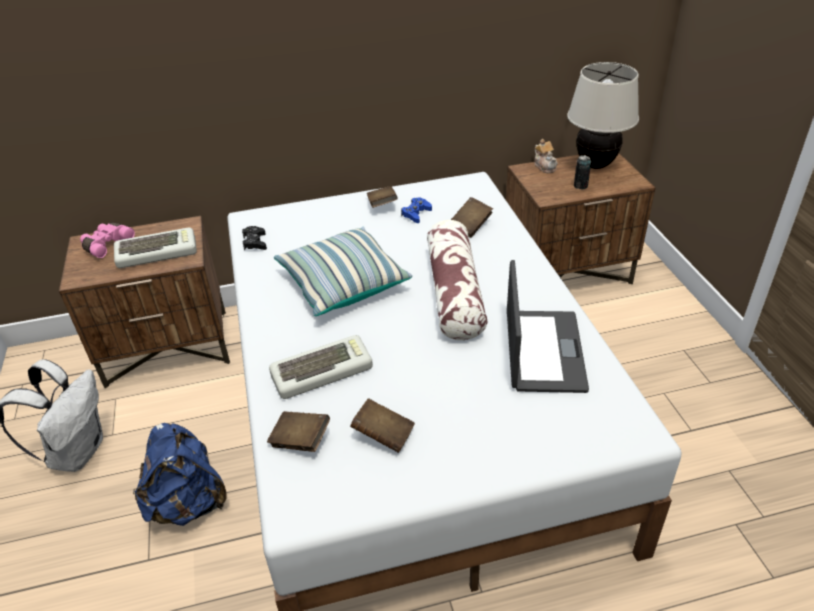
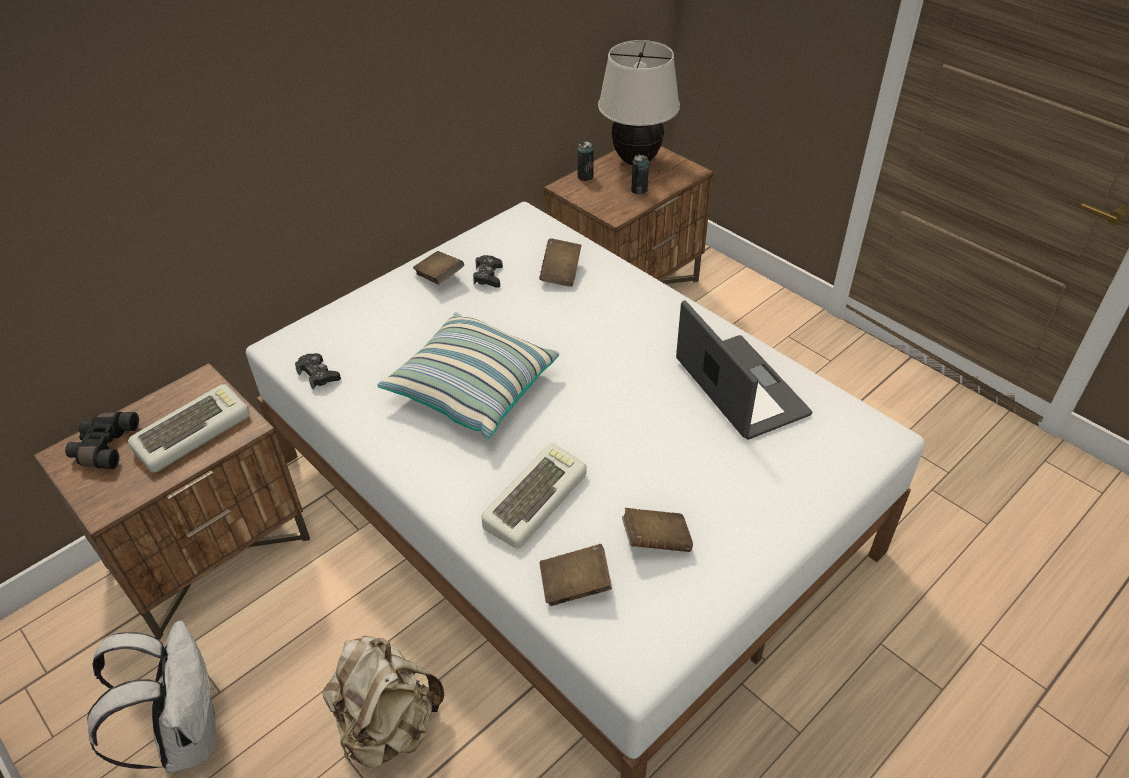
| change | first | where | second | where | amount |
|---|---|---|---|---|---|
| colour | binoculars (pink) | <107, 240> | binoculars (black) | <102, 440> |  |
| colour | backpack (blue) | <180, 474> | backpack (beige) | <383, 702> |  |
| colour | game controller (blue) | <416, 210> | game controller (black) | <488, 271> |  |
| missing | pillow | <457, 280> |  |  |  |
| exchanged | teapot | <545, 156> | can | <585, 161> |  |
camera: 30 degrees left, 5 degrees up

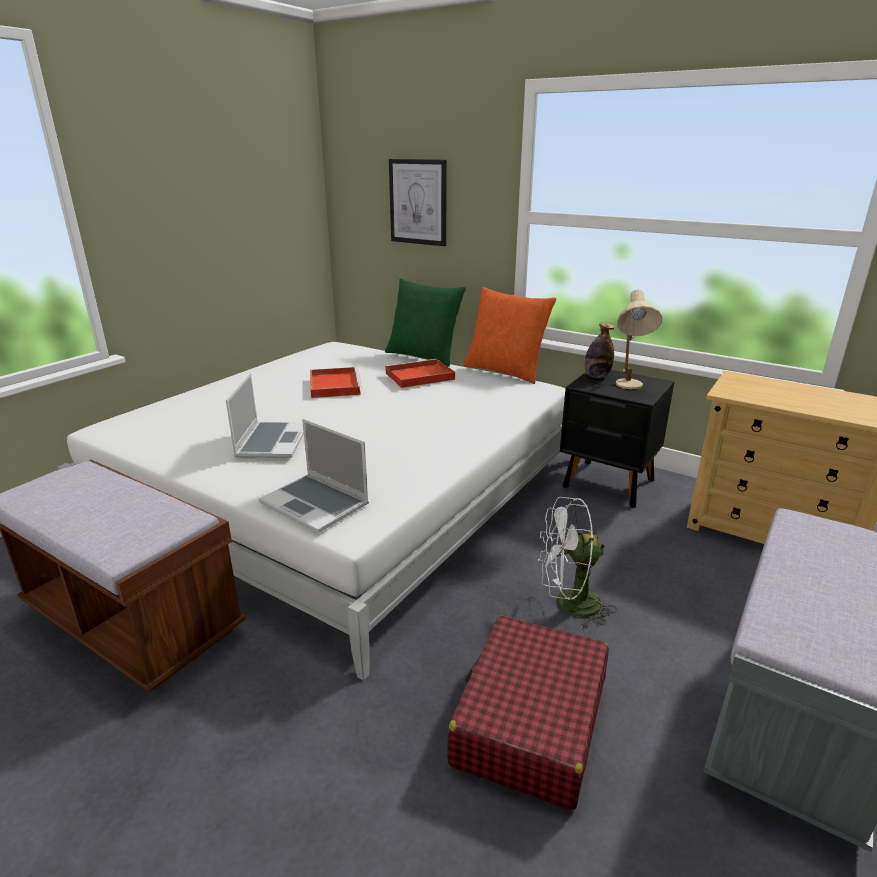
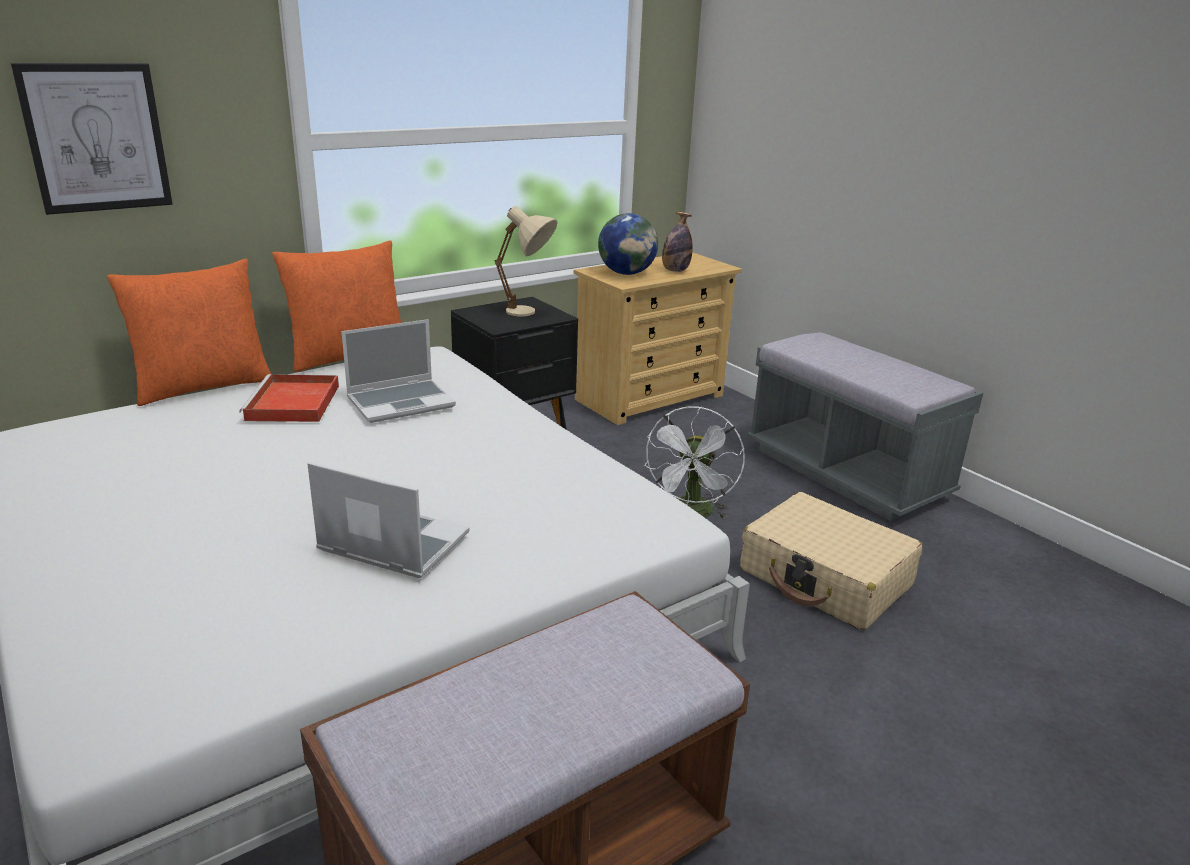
| change | first | where | second | where | amount |
|---|---|---|---|---|---|
| relocated | laptop | <314, 476> |  | <398, 371> |  |
| missing | tray (red) | <336, 382> |  |  |  |
| colour | pillow (green) | <425, 323> | pillow (orange) | <189, 332> |  |
| colour | suitcase (red) | <528, 712> | suitcase (beige) | <831, 561> |  |
| relocated | bottle | <600, 350> |  | <677, 242> |  |
| appeared |  |  | globe | <628, 244> |  |
camera: 70 degrees left, 0 degrees up

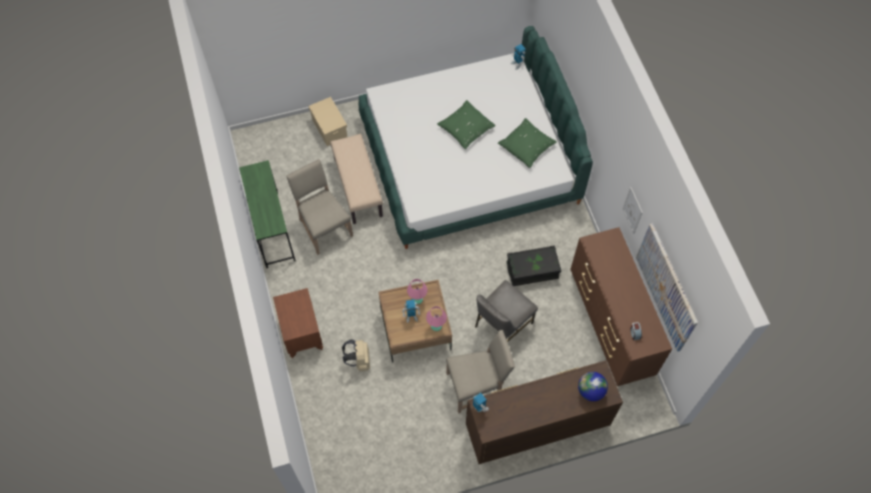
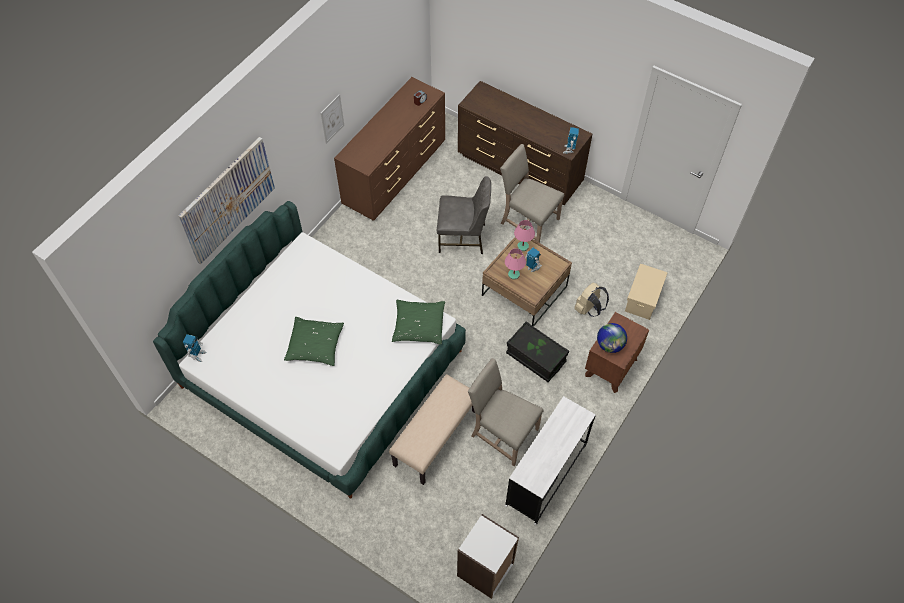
| change | first | where | second | where | amount |
|---|---|---|---|---|---|
| colour | desk (green) | <267, 214> | desk (white) | <550, 461> |  |
| spun | chair (beige) | <319, 207> |  | <506, 412> | 105 degrees clockwise |
| relocated | storage box (beige) | <327, 121> |  | <646, 292> |  |
| relocated | pillow (green) | <527, 143> |  | <418, 322> |  |
| relocated | storage box (black) | <534, 265> |  | <537, 351> |  |
| relocated | globe | <593, 386> |  | <612, 338> |  |
| relocated | picture | <667, 287> |  | <226, 200> |  |
| appeared |  |  | bookcase (white) | <488, 556> |  |
camera: 130 degrees left, 5 degrees down

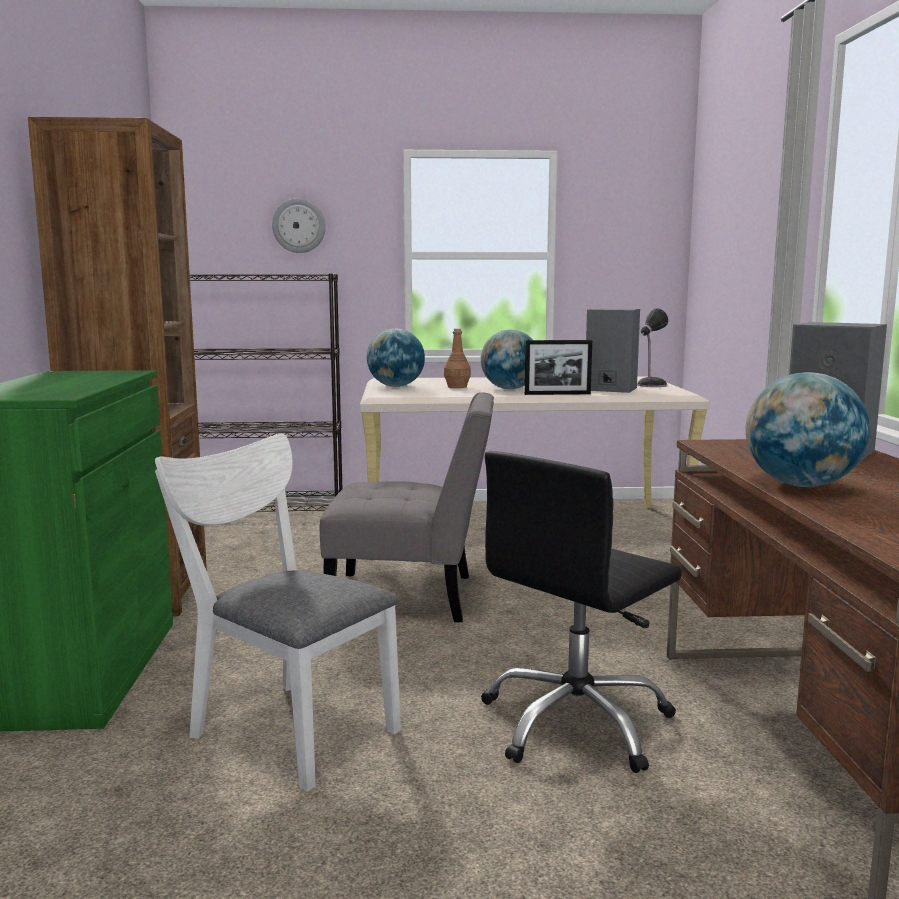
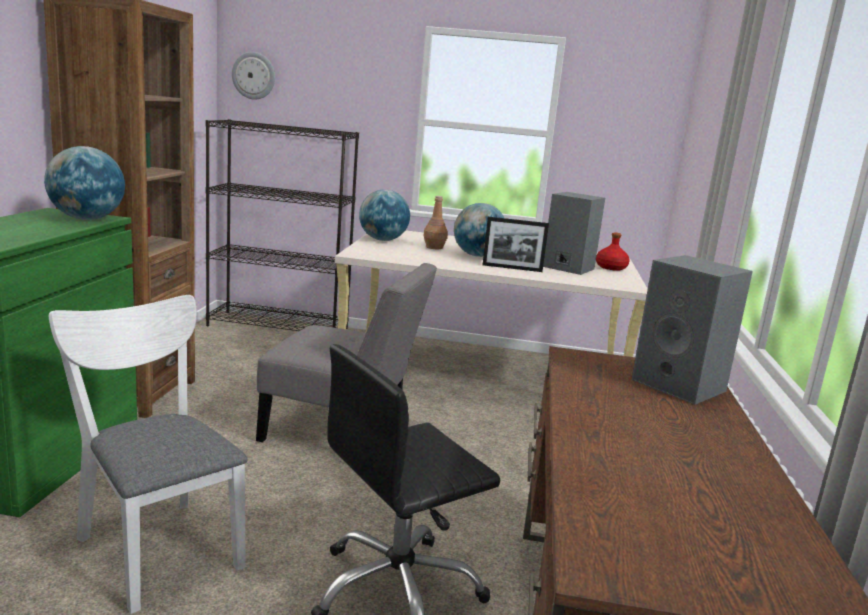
| change | first | where | second | where | amount |
|---|---|---|---|---|---|
| relocated | wall clock | <299, 225> |  | <253, 76> |  |
| exchanged | table lamp | <652, 347> | bottle (red) | <613, 251> |  |
| relocated | globe | <808, 429> |  | <84, 183> |  |
camera: 10 degrees right, 5 degrees up

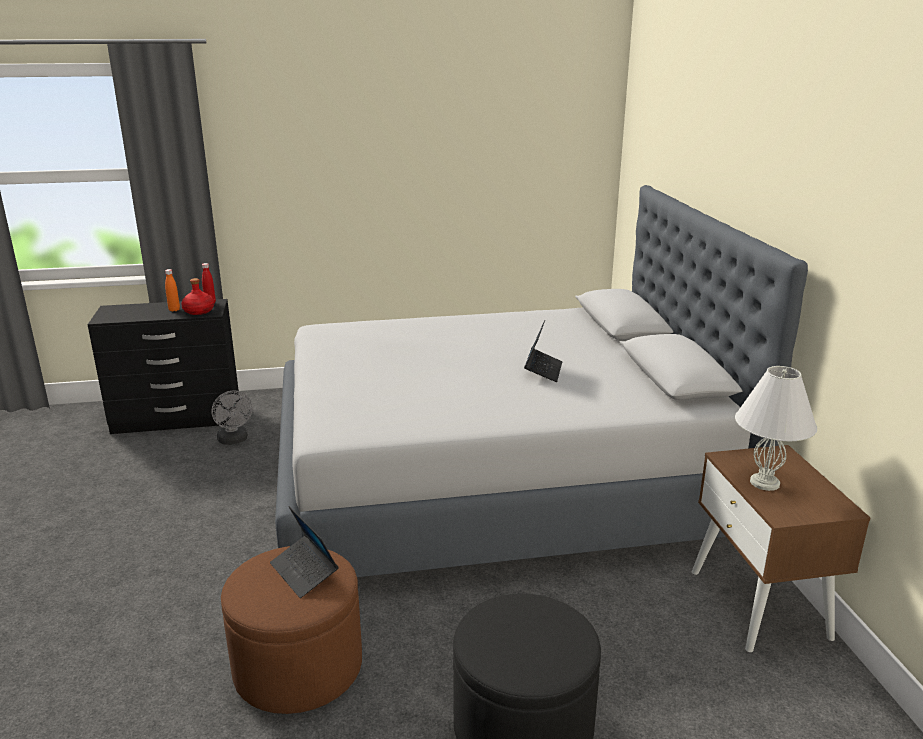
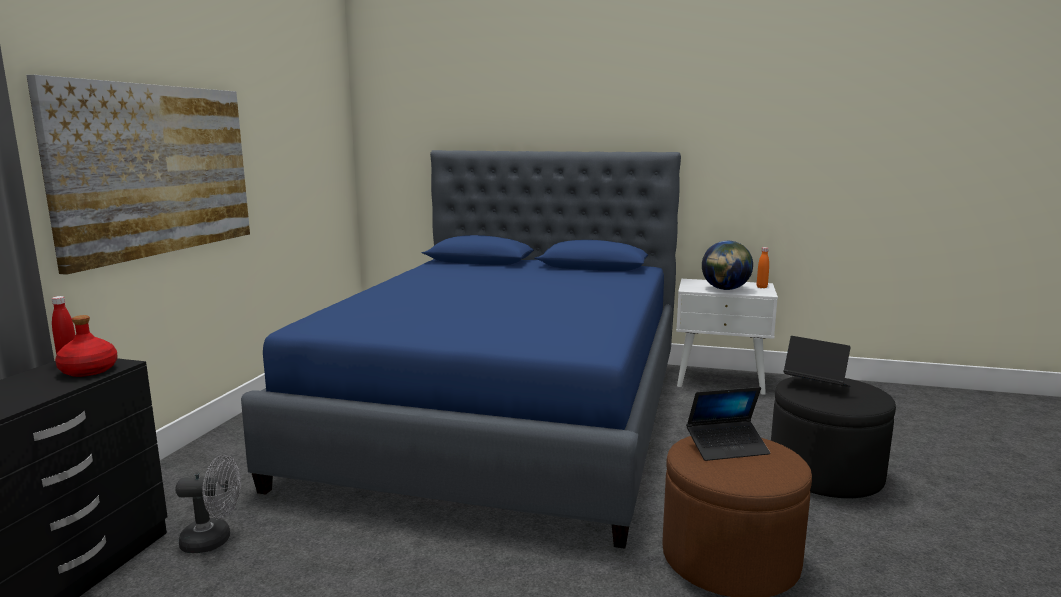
| change | first | where | second | where | amount |
|---|---|---|---|---|---|
| relocated | bottle (orange) | <172, 290> |  | <763, 267> |  |
| colour | bed (grey) | <541, 381> | bed (blue) | <461, 349> |  |
| relocated | laptop | <543, 351> |  | <817, 361> |  |
| colour | nightstand (brown) | <781, 548> | nightstand (white) | <727, 337> |  |
| exchanged | table lamp (white) | <776, 428> | globe | <727, 265> |  |
| appeared |  |  | picture | <138, 175> |  |
camera: 65 degrees left, 10 degrees down

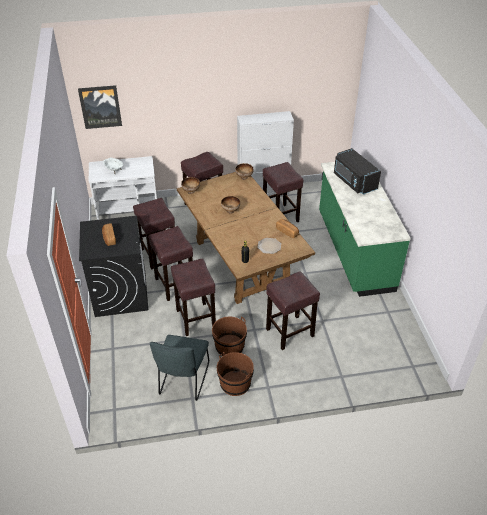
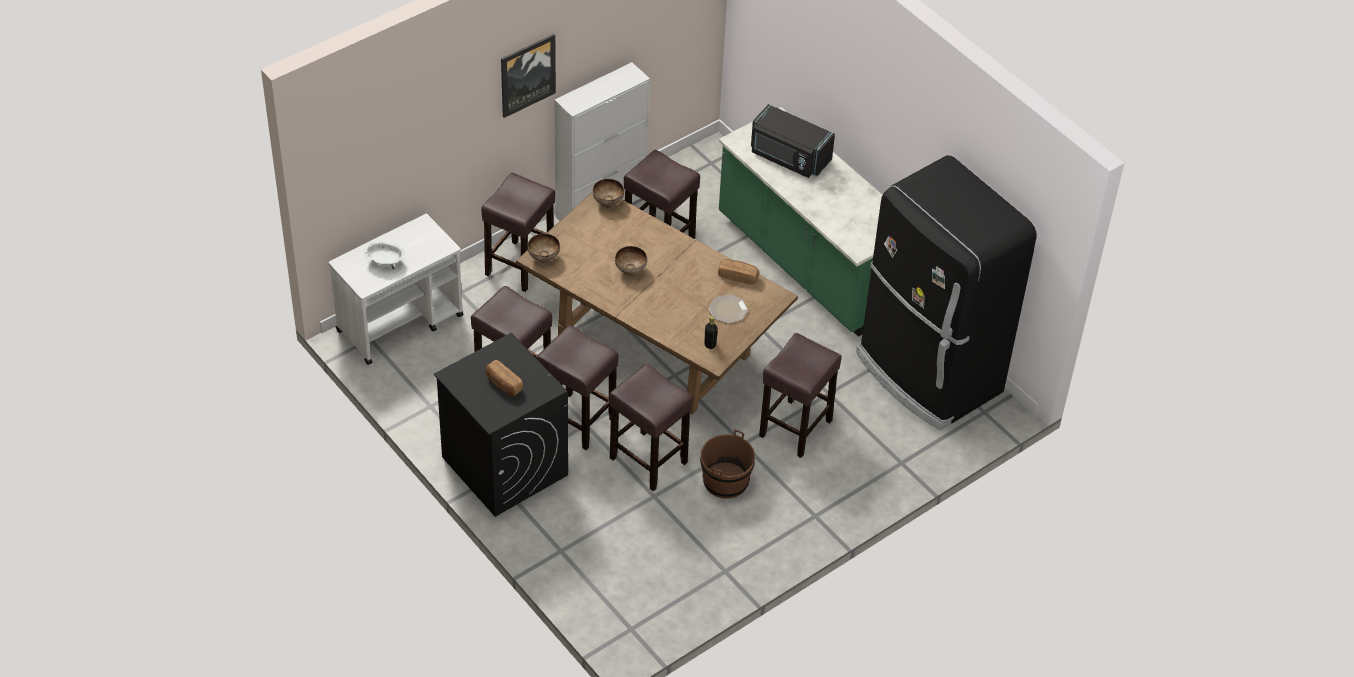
| change | first | where | second | where | amount |
|---|---|---|---|---|---|
| relocated | picture | <100, 107> |  | <528, 76> |  |
| missing | chair (grey) | <179, 368> |  |  |  |
| missing | bucket (brown) | <235, 374> |  |  |  |
| appeared |  |  | fridge (black) | <946, 293> |  |
camera: 30 degrees left, 5 degrees up

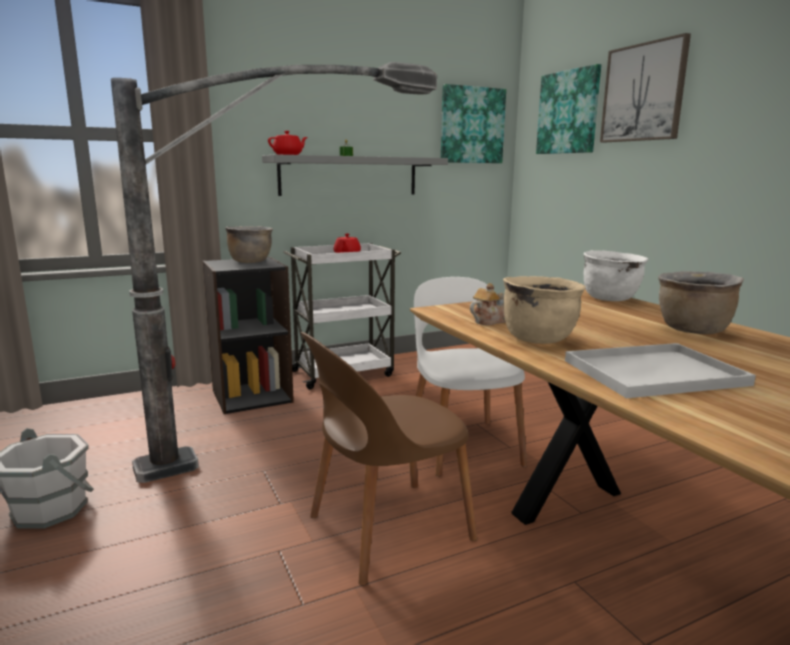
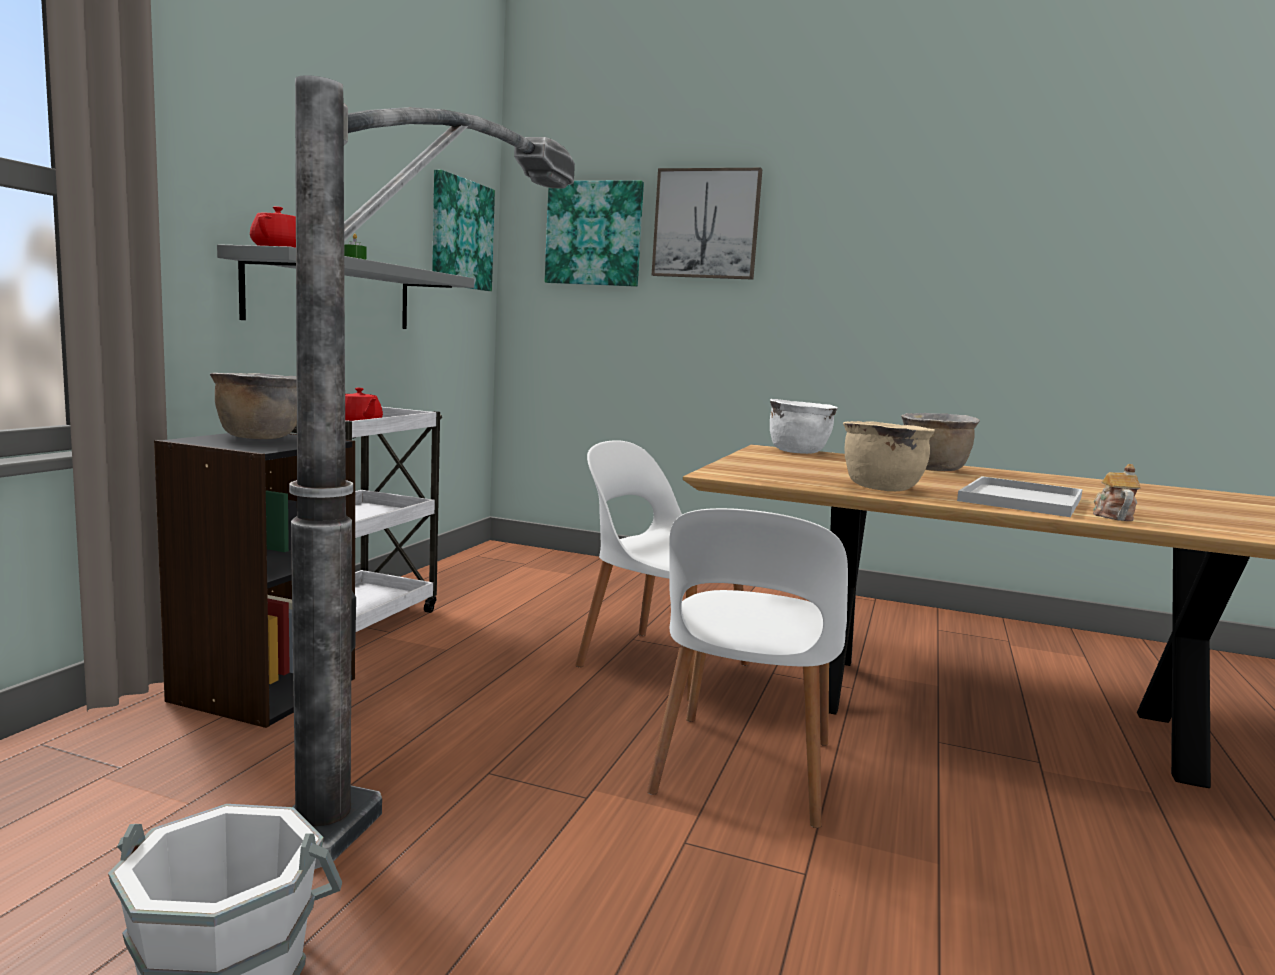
| change | first | where | second | where | amount |
|---|---|---|---|---|---|
| colour | chair (brown) | <388, 459> | chair (white) | <747, 668> |  |
| relocated | teapot | <488, 304> |  | <1116, 492> |  |
camera: 45 degrees left, 5 degrees down

